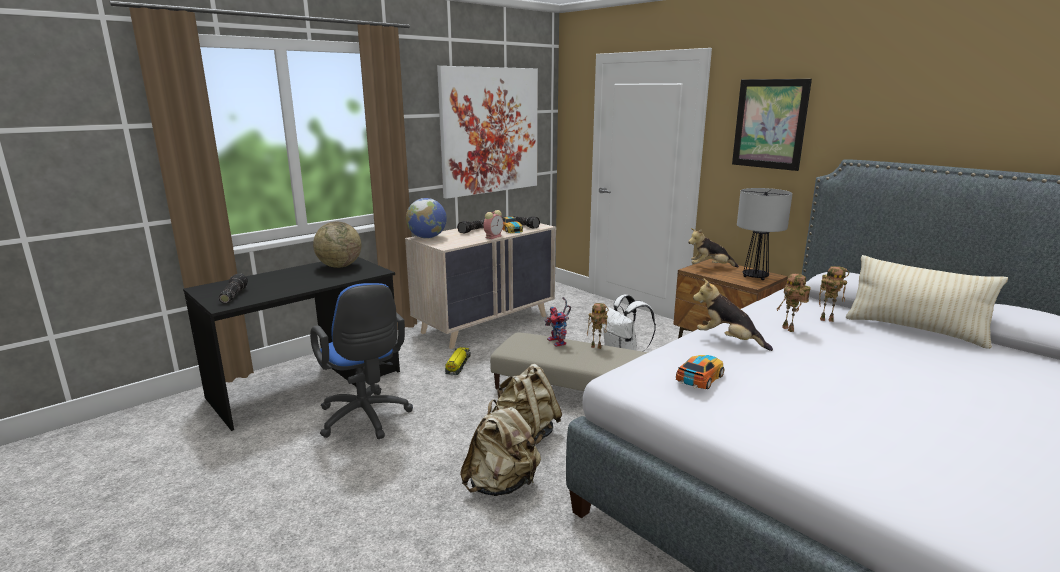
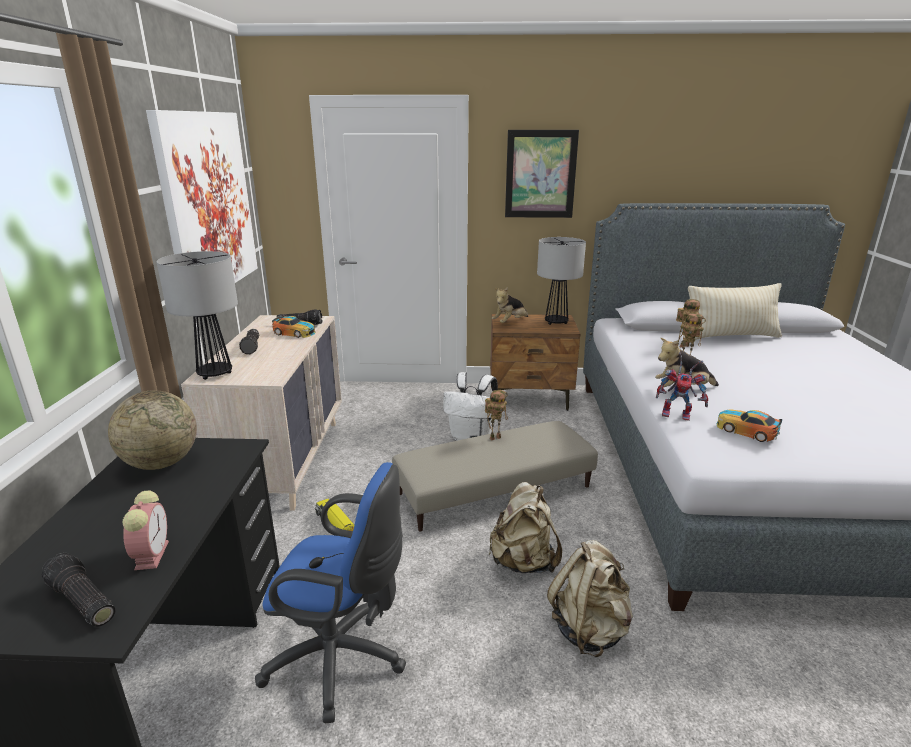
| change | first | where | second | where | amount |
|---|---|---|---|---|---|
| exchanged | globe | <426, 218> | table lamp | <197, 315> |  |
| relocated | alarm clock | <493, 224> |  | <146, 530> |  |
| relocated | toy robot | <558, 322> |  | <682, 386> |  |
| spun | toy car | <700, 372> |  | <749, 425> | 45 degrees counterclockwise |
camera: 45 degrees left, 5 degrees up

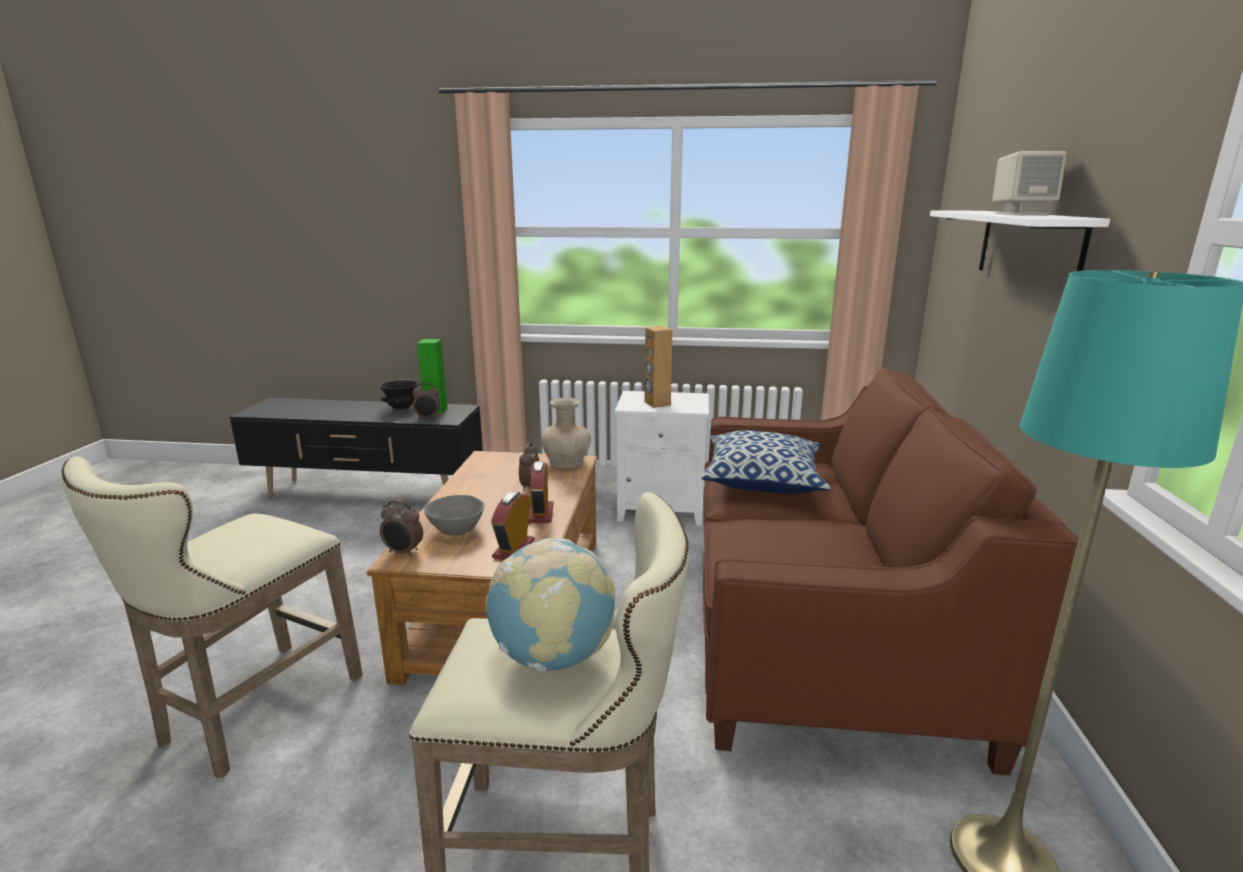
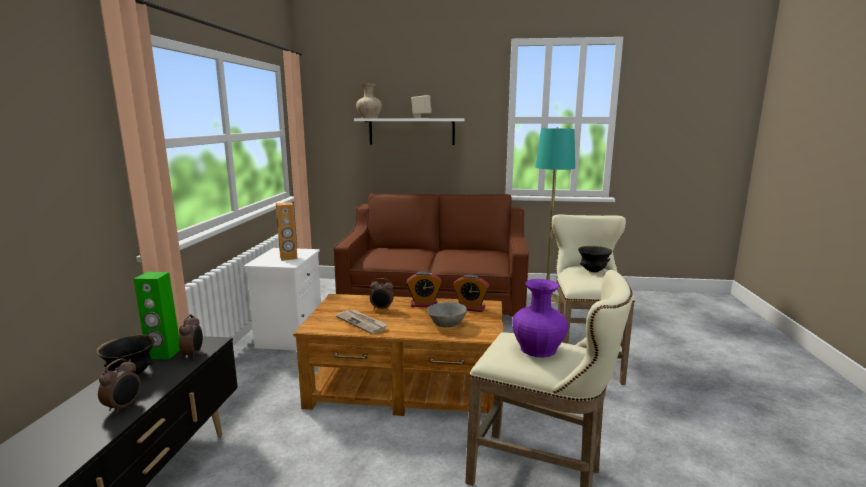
| change | first | where | second | where | amount |
|---|---|---|---|---|---|
| relocated | alarm clock | <401, 528> |  | <119, 386> |  |
| exchanged | globe | <550, 604> | bowl (black) | <595, 259> |  |
| relocated | vase (beige) | <566, 433> |  | <369, 101> |  |
| missing | pillow | <765, 462> |  |  |  |
| appeared |  |  | newspaper | <362, 322> |  |
| appeared |  |  | vase (purple) | <540, 318> |  |
camera: 90 degrees left, 5 degrees down

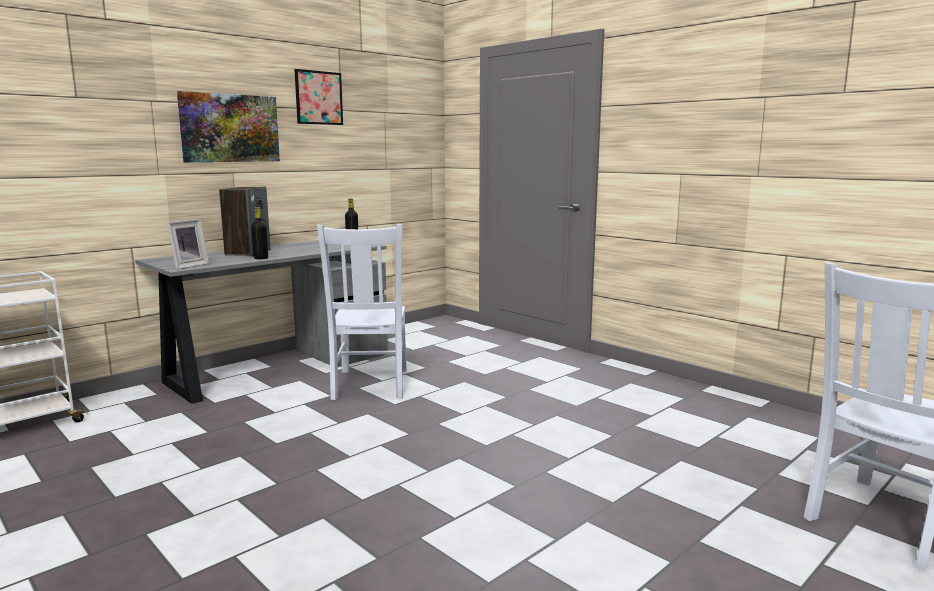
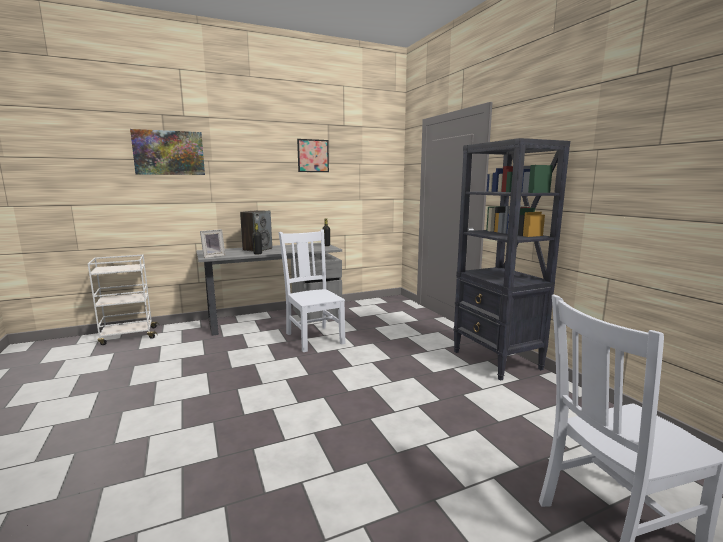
| change | first | where | second | where | amount |
|---|---|---|---|---|---|
| relocated | picture | <228, 126> |  | <167, 152> |  |
| spun | chair (white) | <362, 312> |  | <312, 290> | 135 degrees clockwise |
| appeared |  |  | bookcase (black) | <511, 259> |  |
camera: 20 degrees right, 0 degrees up

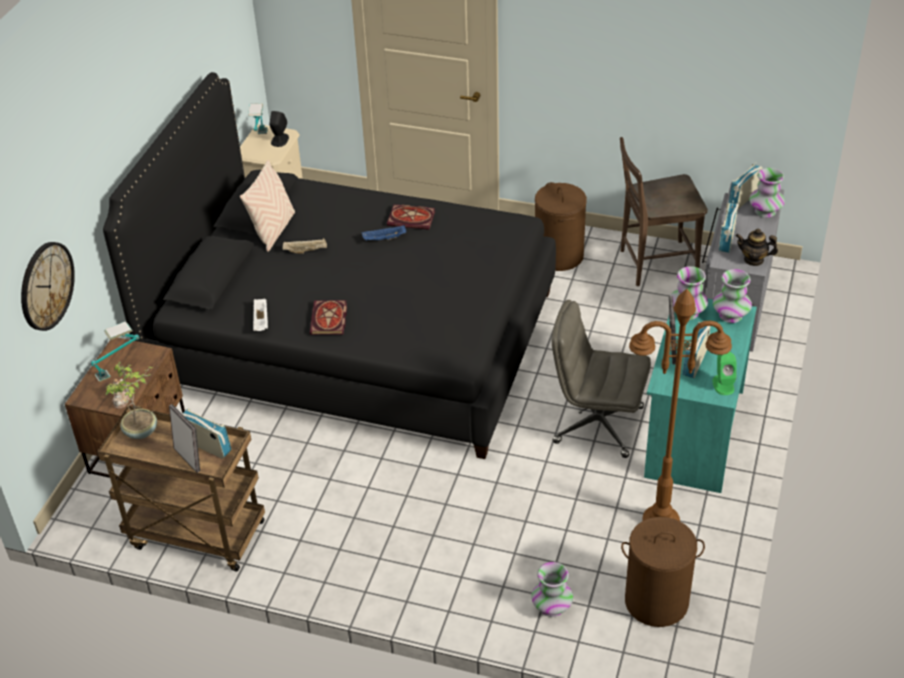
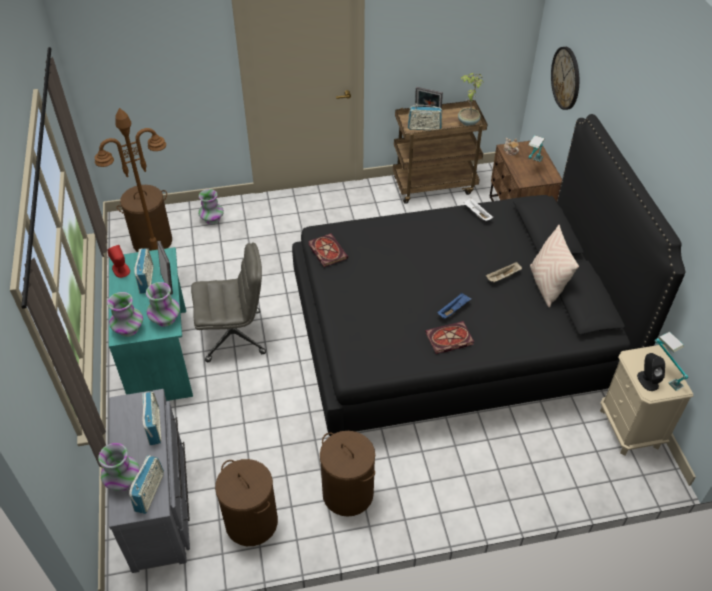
| change | first | where | second | where | amount |
|---|---|---|---|---|---|
| relocated | book | <328, 317> |  | <328, 250> |  |
| exchanged | chair (brown) | <664, 211> | laundry basket (brown) | <246, 502> |  |
| colour | speaker (green) | <725, 373> | speaker (red) | <118, 261> |  |
| missing | teapot | <757, 247> |  |  |  |
camera: 150 degrees right, 5 degrees up

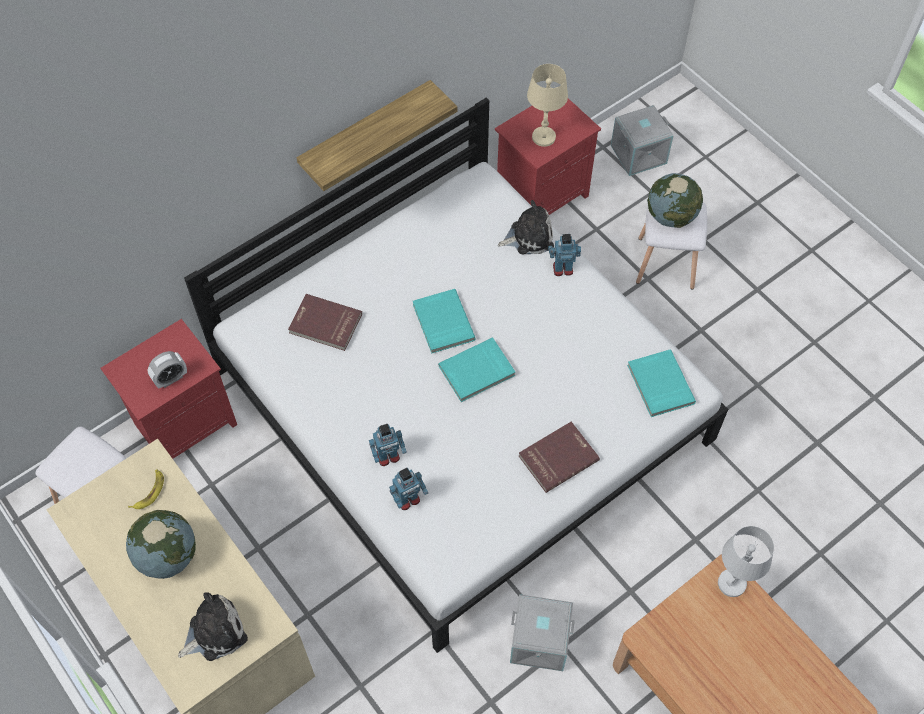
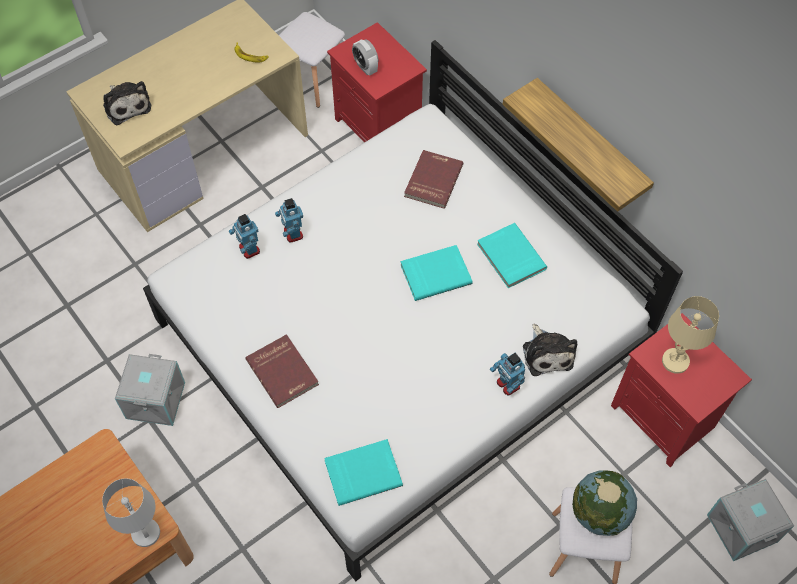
| change | first | where | second | where | amount |
|---|---|---|---|---|---|
| missing | globe | <161, 544> |  |  |  |
| relocated | book (turquoise) | <476, 370> |  | <512, 255> |  |
| spun | toy robot | <564, 255> |  | <507, 374> | 150 degrees clockwise |
camera: 90 degrees right, 0 degrees up

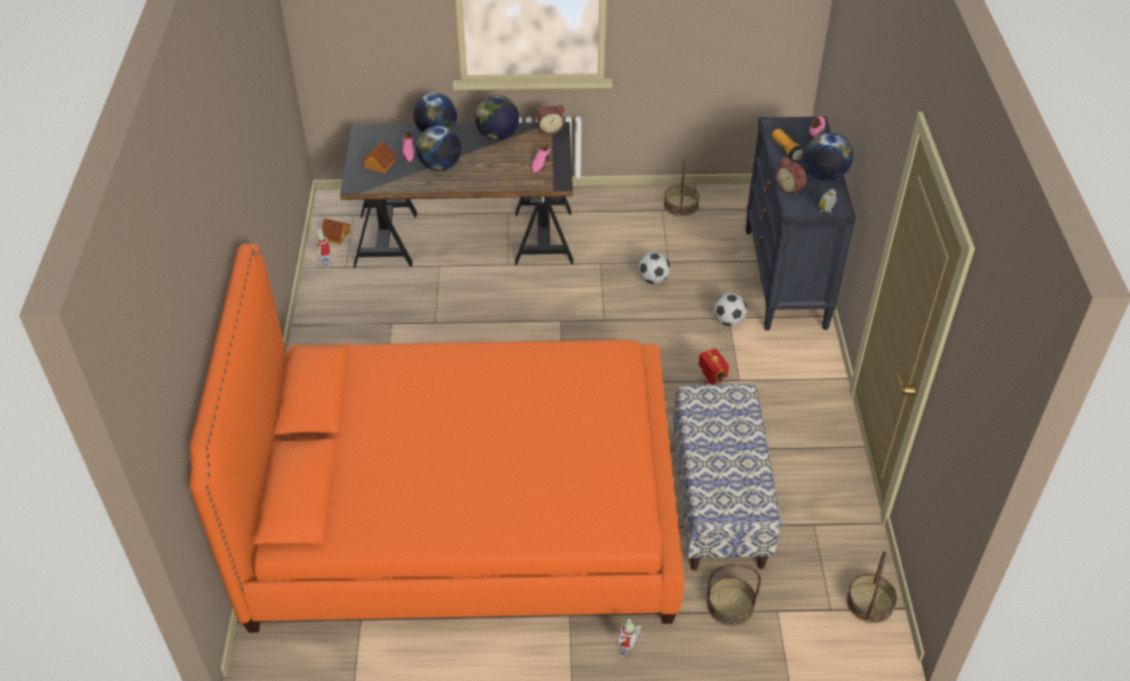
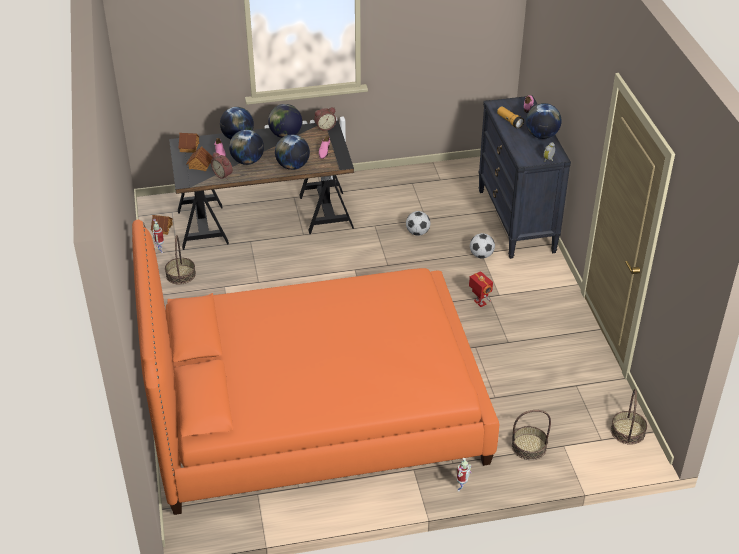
| change | first | where | second | where | amount |
|---|---|---|---|---|---|
| relocated | basket | <681, 187> |  | <180, 260> |  |
| missing | bench | <726, 477> |  |  |  |
| relocated | alarm clock | <791, 176> |  | <222, 166> |  |
| appeared |  |  | toy house | <189, 143> |  |
| appeared |  |  | globe | <292, 152> |  |
camera: 10 degrees left, 5 degrees down

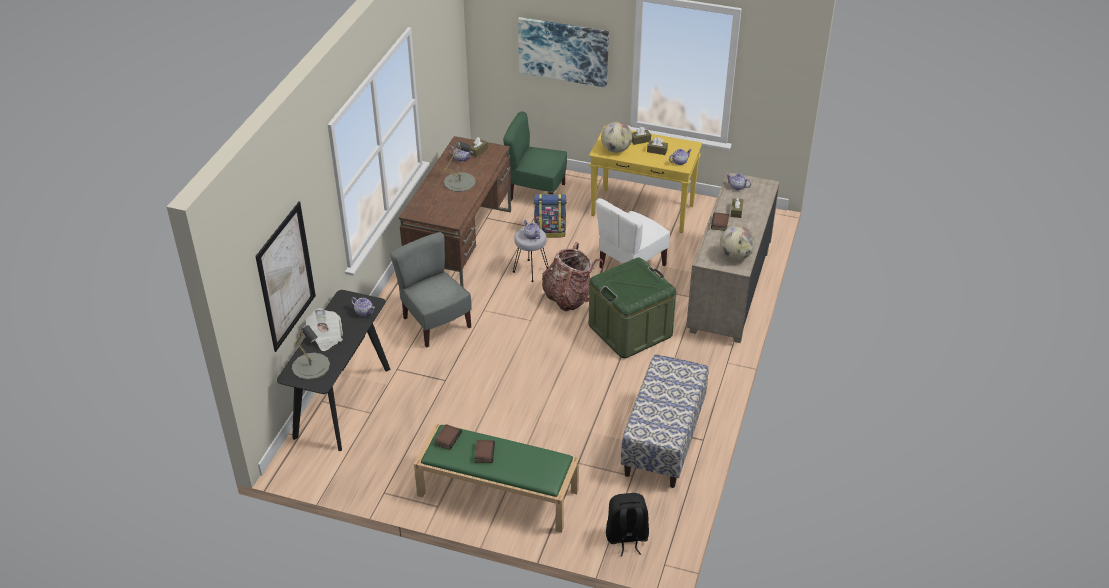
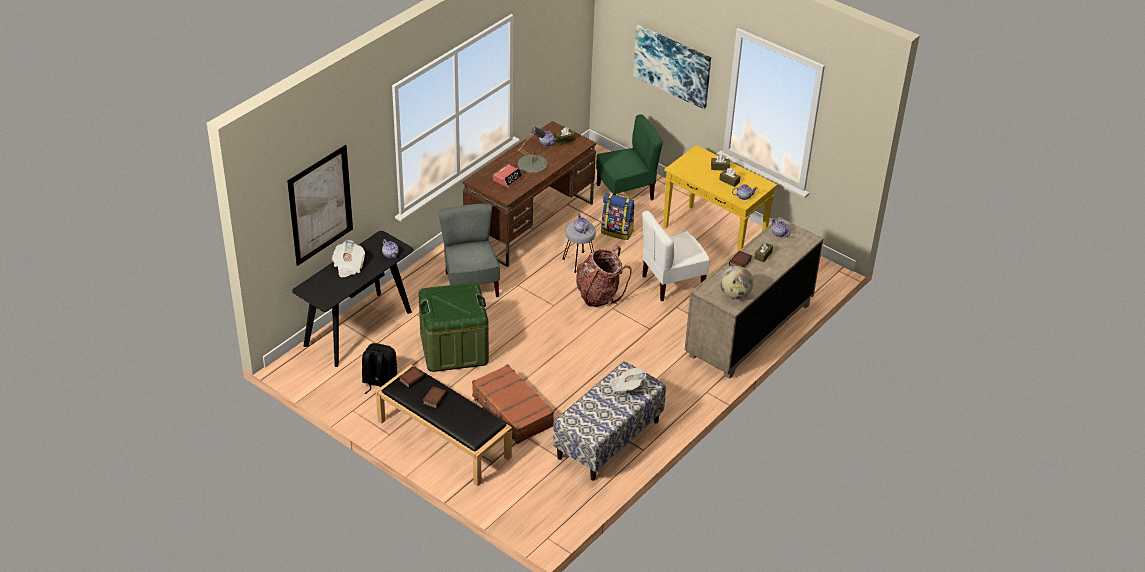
| change | first | where | second | where | amount |
|---|---|---|---|---|---|
| missing | table lamp (grey) | <311, 352> |  |  |  |
| colour | bench (green) | <496, 478> | bench (black) | <444, 425> |  |
| spun | chair (green) | <535, 156> |  | <629, 157> | 120 degrees clockwise |
| relocated | storage box (green) | <632, 308> |  | <453, 327> |  |
| missing | globe | <616, 137> |  |  |  |
| relocated | backpack (black) | <627, 525> |  | <379, 368> |  |
| appeared |  |  | suitcase (brown) | <513, 404> |  |
| appeared |  |  | alarm clock | <508, 176> |  |
| appeared |  |  | newspaper | <628, 380> |  |
camera: 20 degrees right, 0 degrees up

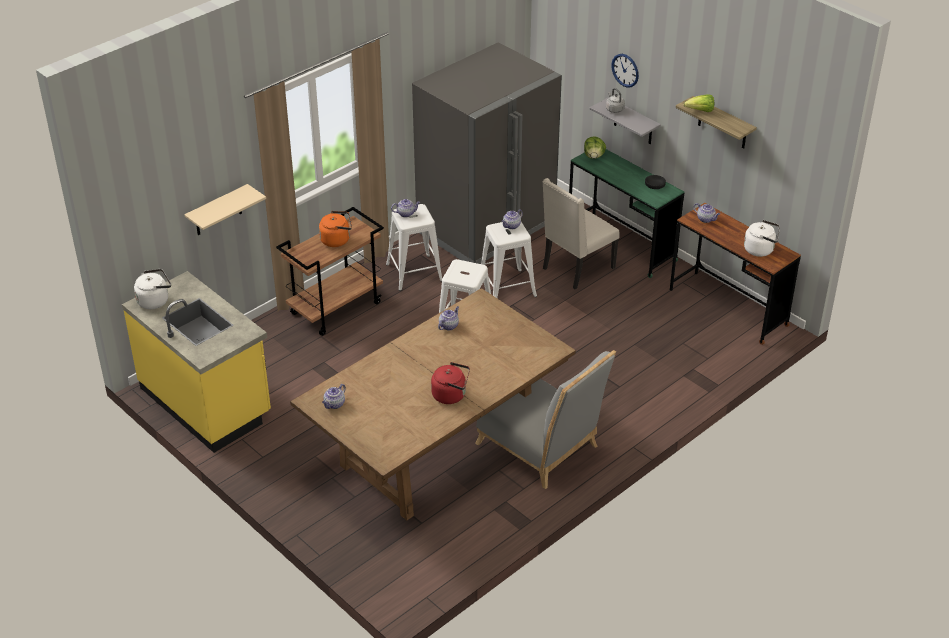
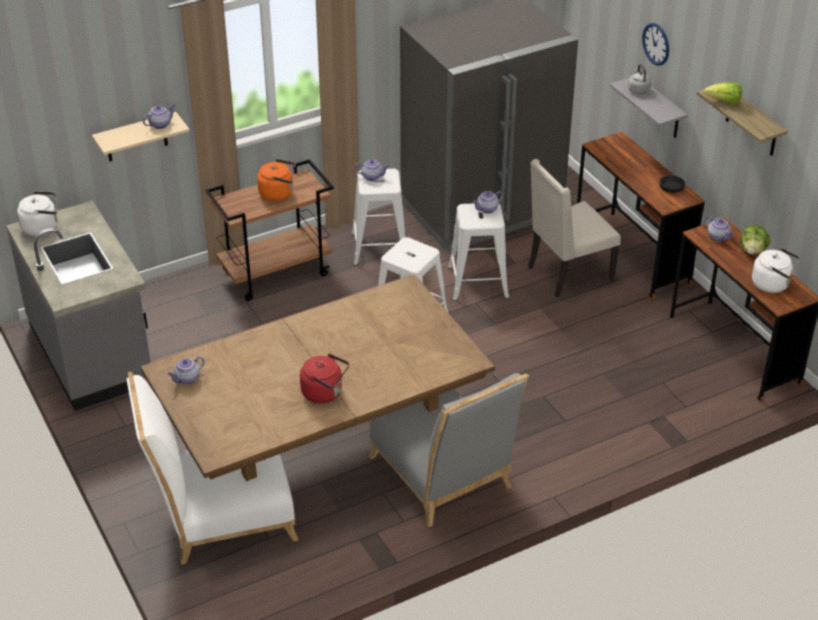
| change | first | where | second | where | amount |
|---|---|---|---|---|---|
| colour | counter (yellow) | <196, 362> | counter (grey) | <78, 306> |  |
| relocated | teapot | <448, 318> |  | <159, 116> |  |
| colour | desk (green) | <626, 213> | desk (brown) | <641, 215> |  |
| relocated | lettuce | <595, 147> |  | <755, 239> |  |
| appeared |  |  | chair (white) | <213, 468> |  |
camera: 15 degrees right, 0 degrees up

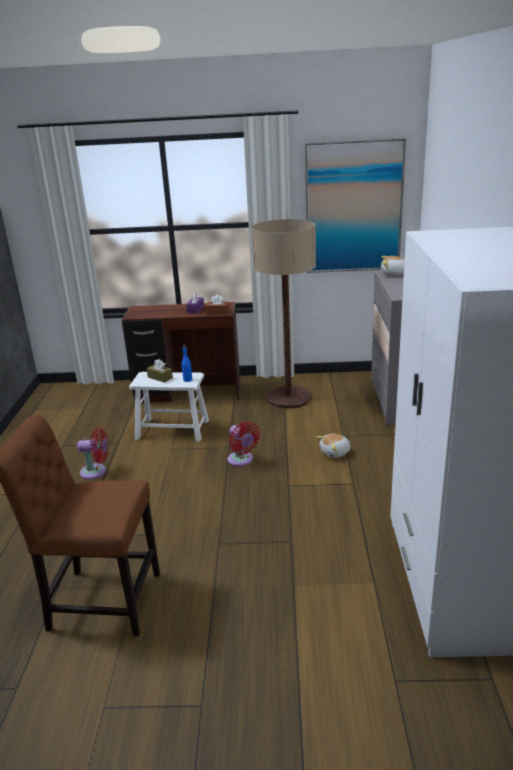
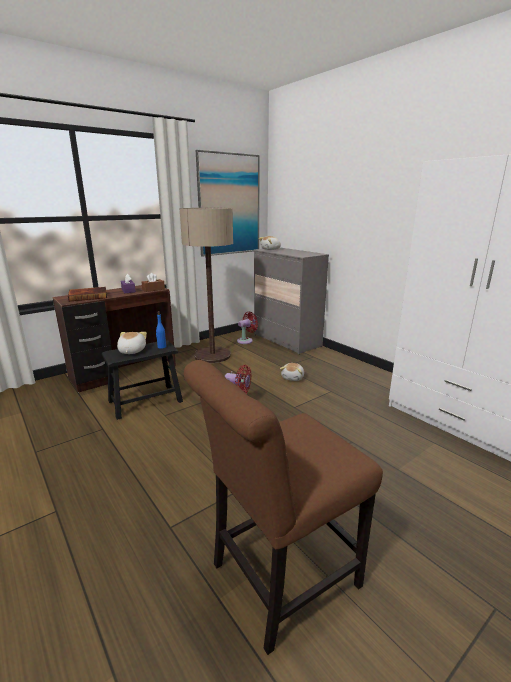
| change | first | where | second | where | amount |
|---|---|---|---|---|---|
| relocated | fan (red) | <92, 453> |  | <247, 327> |  |
| colour | stool (white) | <169, 406> | stool (black) | <142, 380> |  |
| exchanged | tissue box (brown) | <160, 370> | plush toy | <132, 343> |  |
| appeared |  |  | book | <87, 294> |  |
camera: 40 degrees left, 5 degrees down

